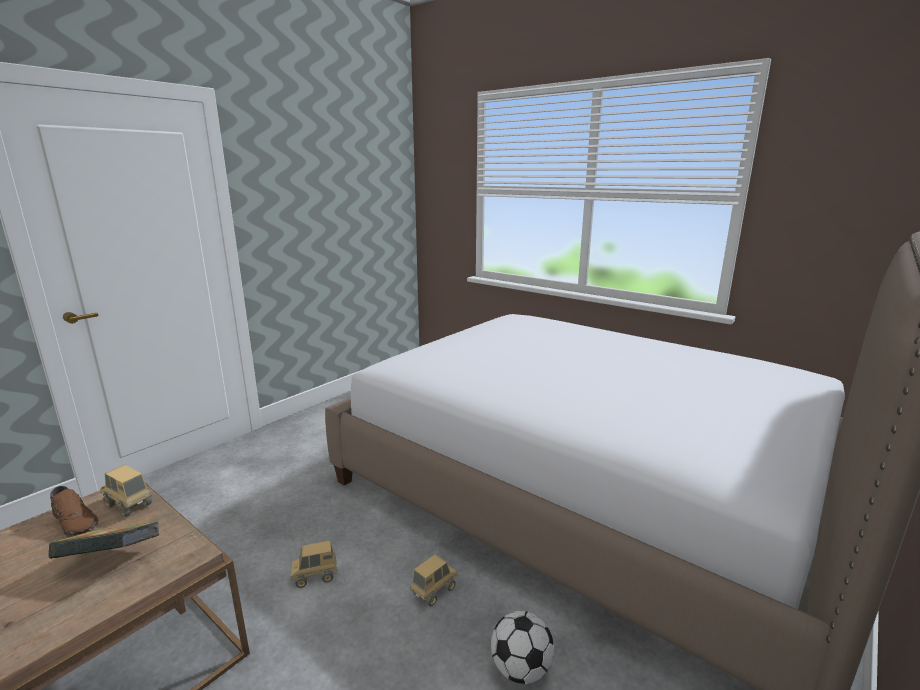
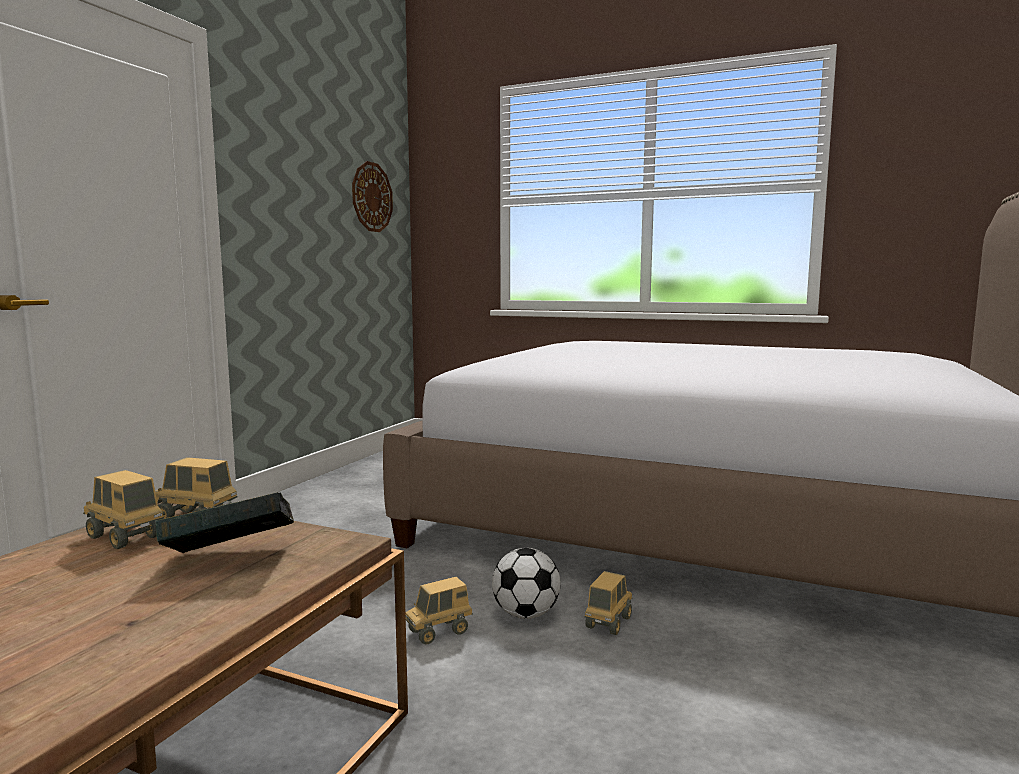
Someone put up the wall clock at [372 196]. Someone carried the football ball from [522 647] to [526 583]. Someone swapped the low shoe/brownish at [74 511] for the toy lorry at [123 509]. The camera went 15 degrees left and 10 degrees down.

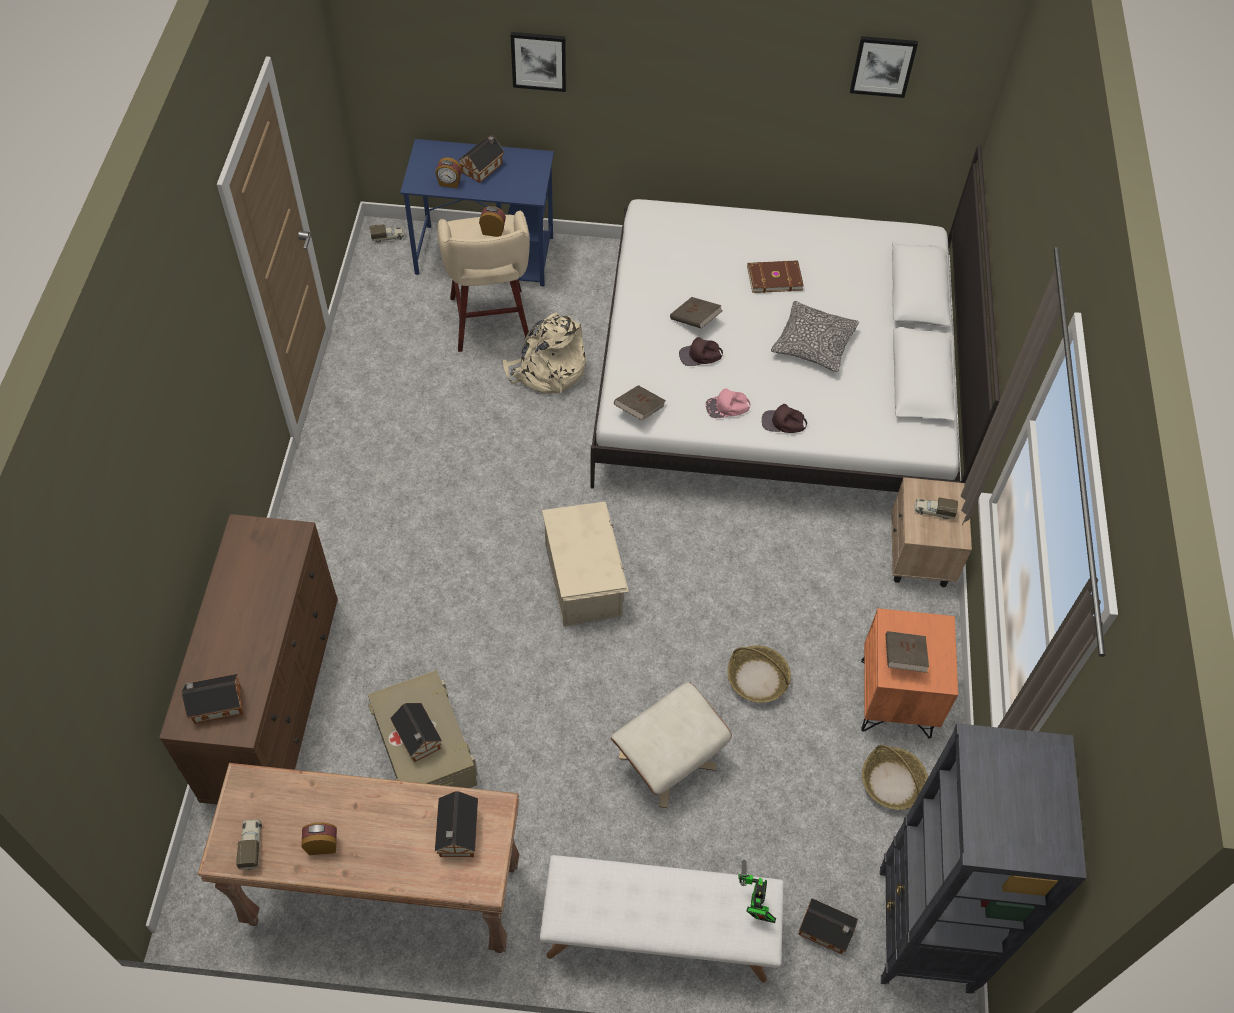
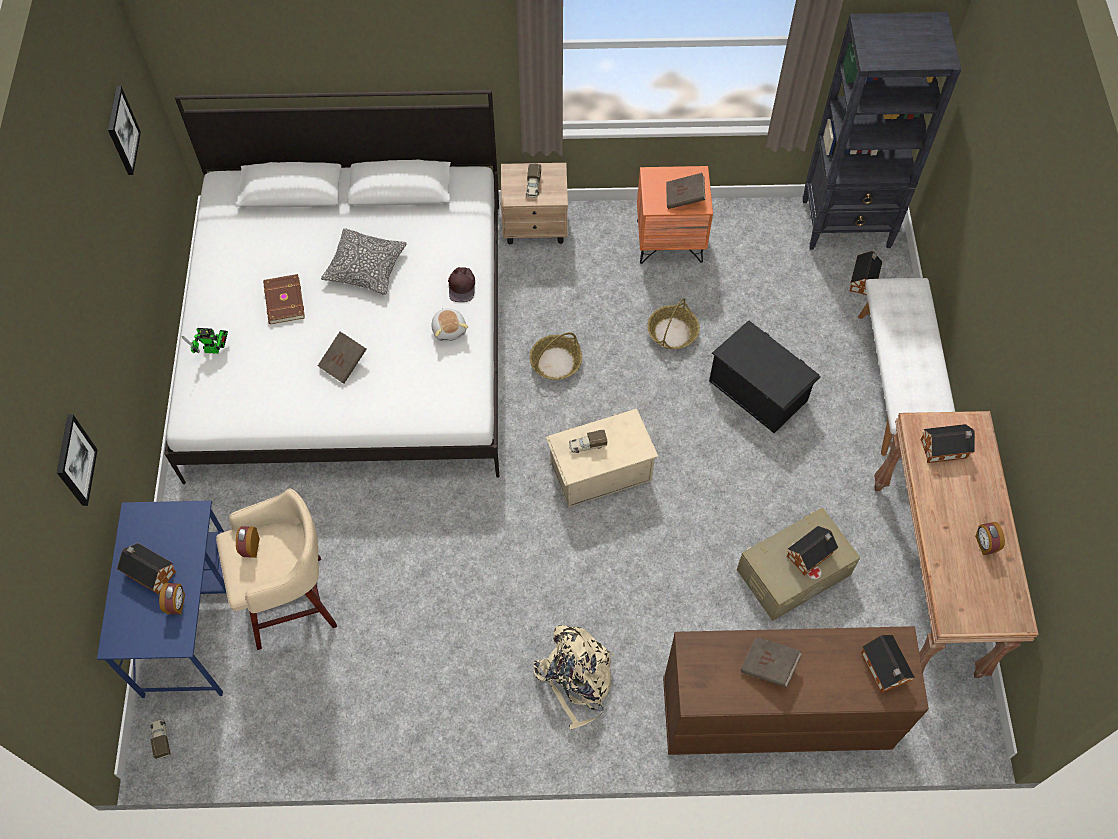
Someone took away the baseball cap/brownish at [701 351]. Someone carried the toy lorry from [249 844] to [588 441]. Someone carried the knapsack/sand-coloured from [544 353] to [574 677]. Someone carried the bound book/brownish from [640 403] to [771 662]. Someone carried the model robot from [757 891] to [205 341]. Someone carried the storage basket from [895 777] to [556 356]. Someone swapped the ottoman/sand-coloured at [671 745] for the storage box/black at [765 377]. Someone swapped the baseball cap/pinkish at [728 403] for the cuddly toy at [449 325]. The camera went 95 degrees left and 5 degrees up.

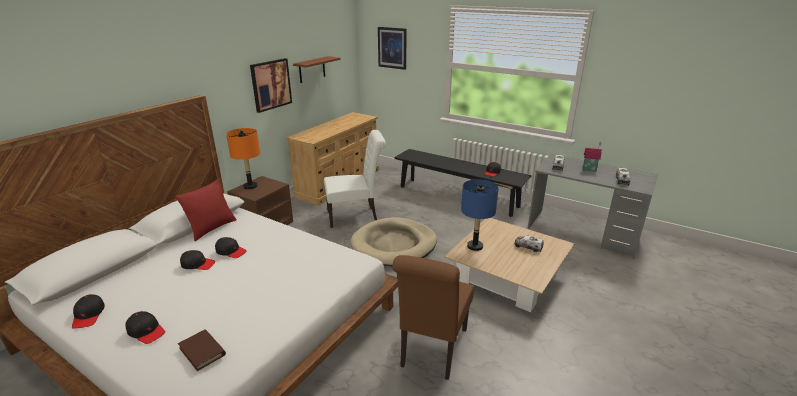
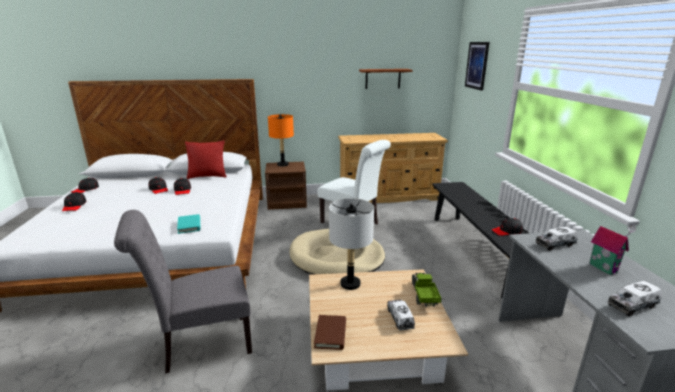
Someone took away the wall picture at [271 85]. Someone put down the bound book/turquoise at [188 224]. Someone put down the toy lorry at [426 290]. Someone carried the bound book/brownish from [202 350] to [330 332]. Someone repainted the upright chair/brownish at [433 317], which became the upright chair/greyish at [183 292]. Someone repainted the table lamp/blue-coloured at [480 215], which became the table lamp/greyish at [351 244]. The camera went 50 degrees right and 5 degrees down.

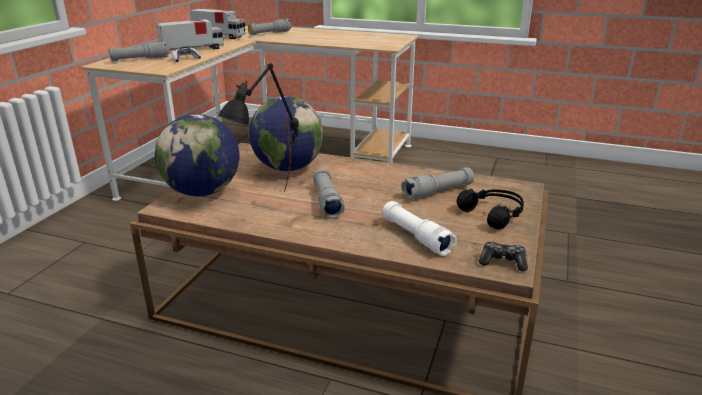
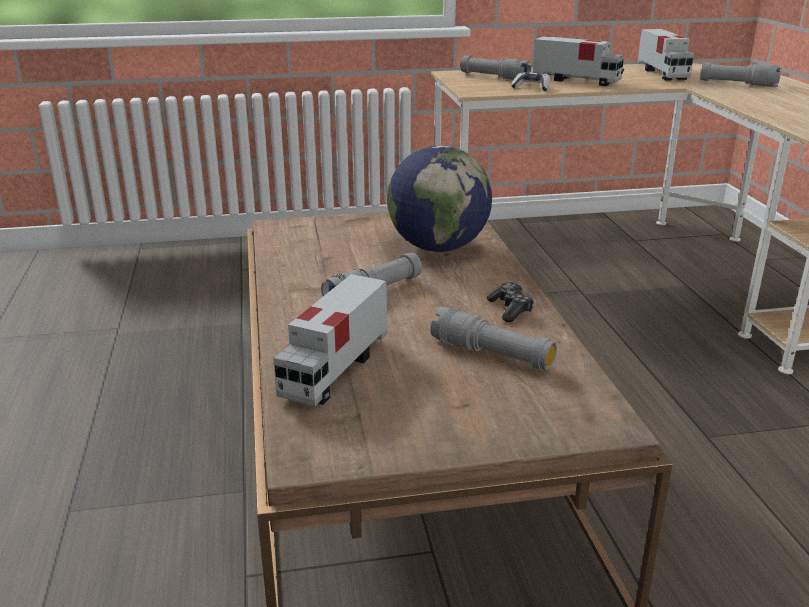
Someone took away the globe at [197 155]. Someone took away the table lamp/black at [258 127]. Someone took away the headphones/black at [490 209]. Someone carried the gamepad from [503 256] to [510 302]. Someone swapped the flashlight/white at [419 228] for the toy lorry at [330 340]. The camera went 60 degrees right and 0 degrees up.

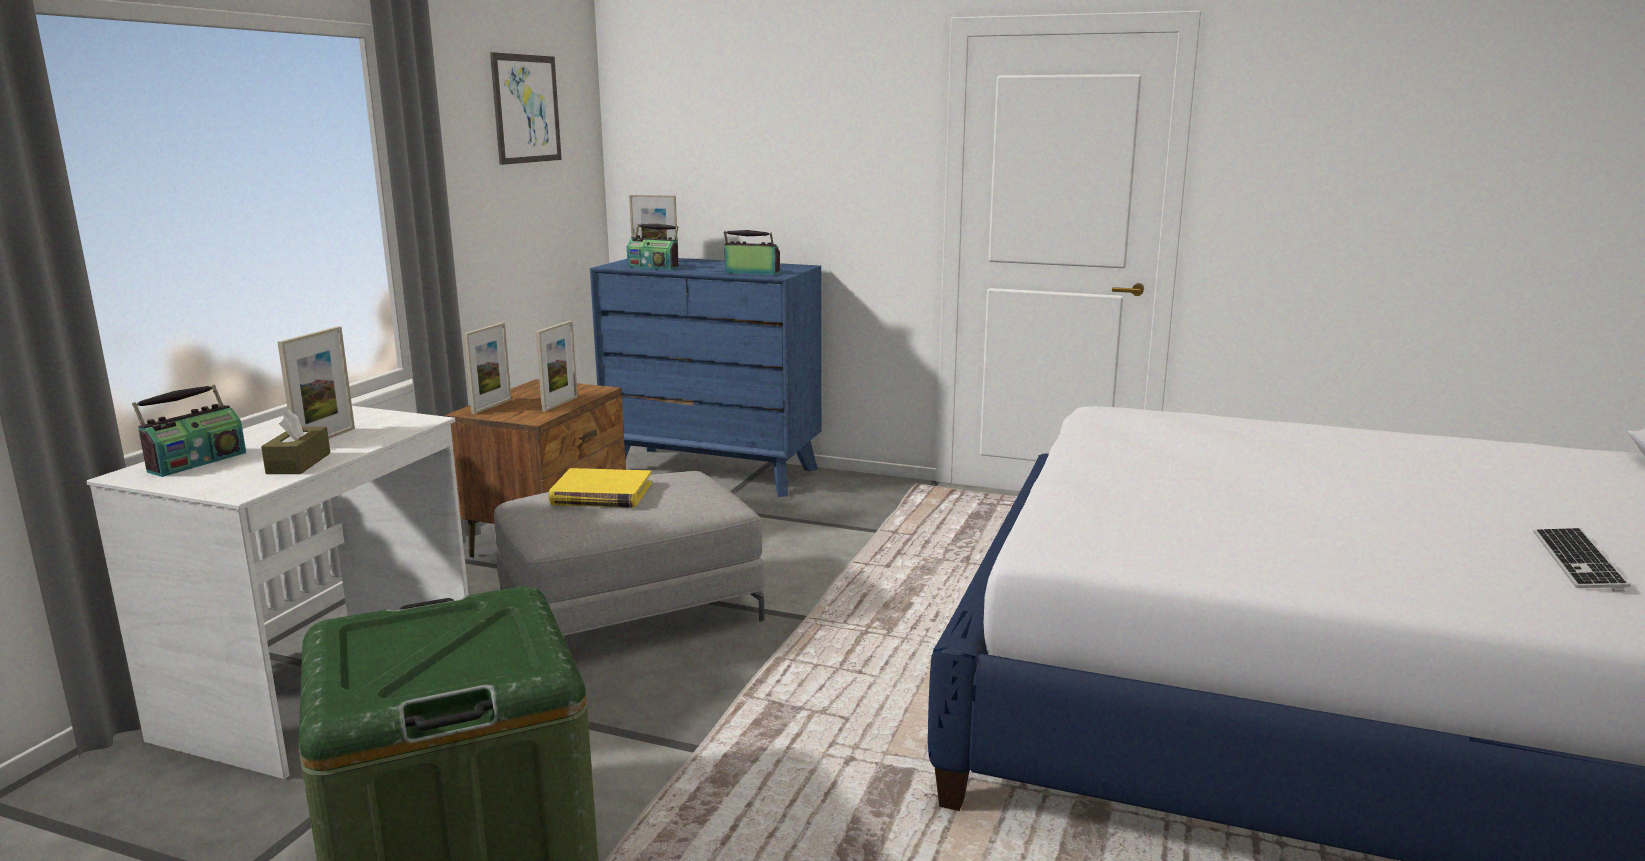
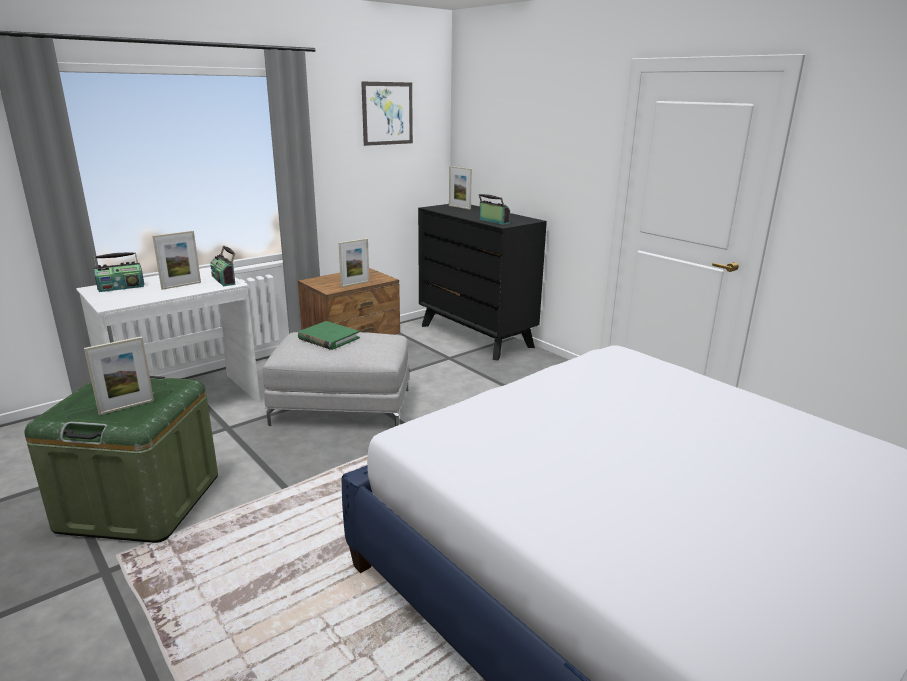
Someone took away the tissue holder/brownish at [295 441]. Someone took away the computer keyboard at [1582 559]. Someone carried the picture frame from [487 368] to [119 375]. Someone carried the radio set from [653 247] to [223 265]. Someone repainted the bound book/yellow-coloured at [600 488], which became the bound book/green at [329 335]. Someone repainted the dresser/blue-coloured at [705 377], which became the dresser/black at [482 282]. The camera went 30 degrees right and 5 degrees up.

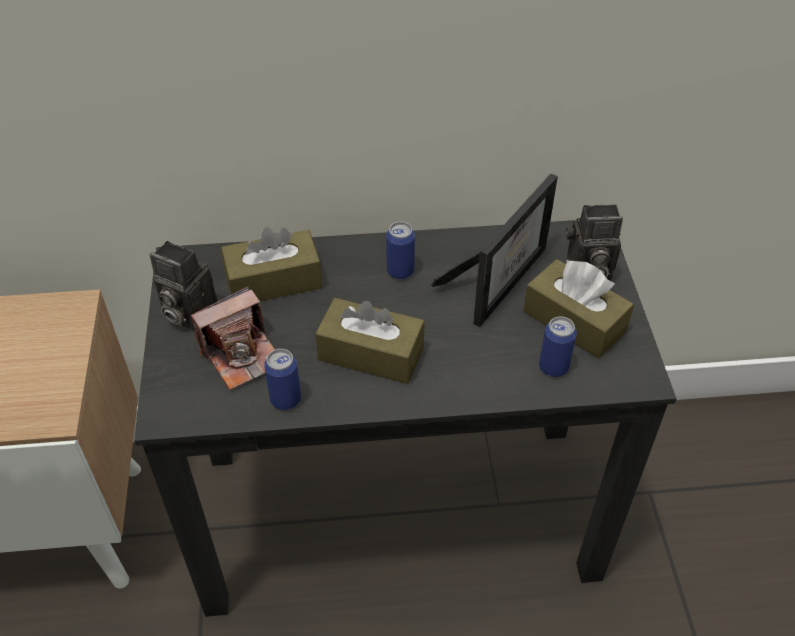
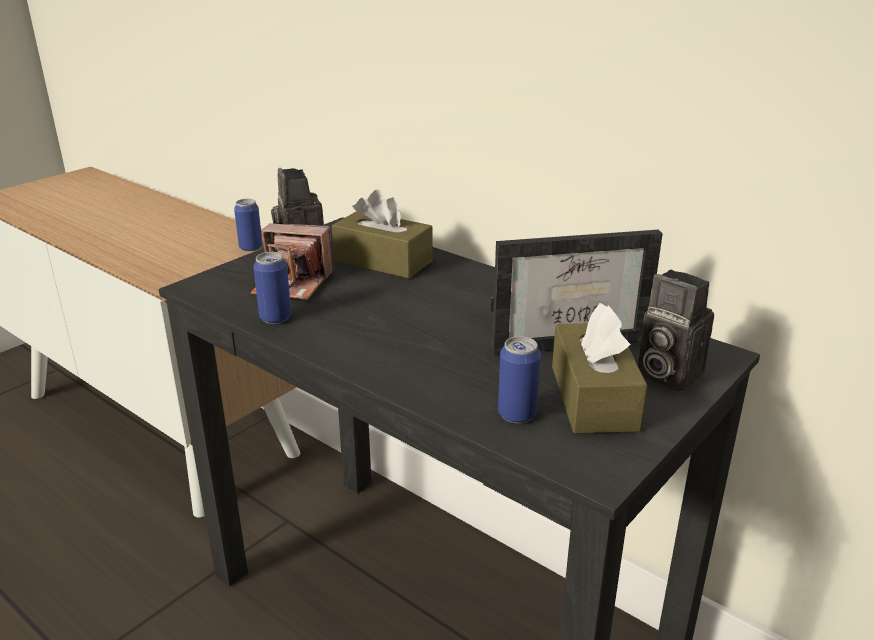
Someone took away the tissue holder/brownish at [370 341]. Someone carried the sealed can from [400 250] to [248 225]. The camera went 45 degrees right and 20 degrees down.

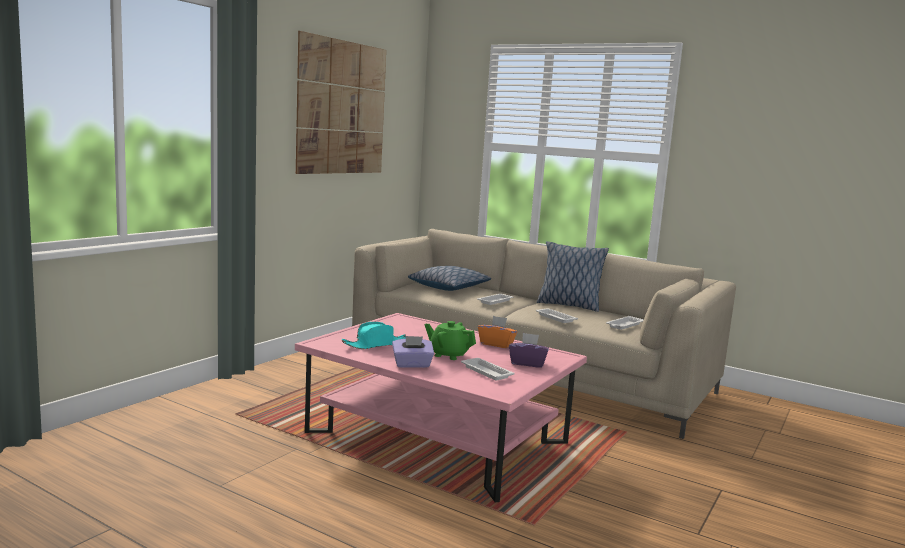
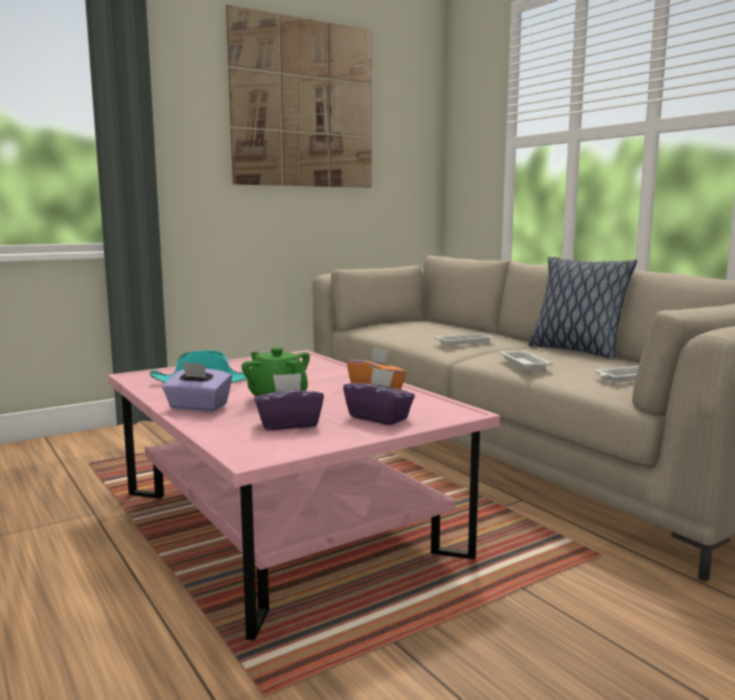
Someone took away the cushion at [449 278]. Someone swapped the carrying tray/white at [488 369] for the tissue holder/purple at [289 401]. The camera went 25 degrees right and 0 degrees up.

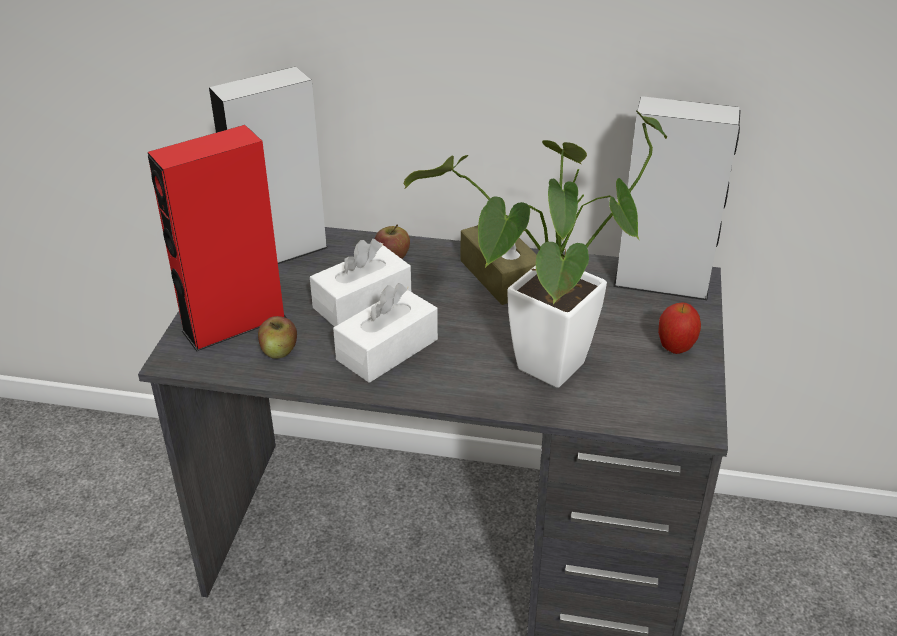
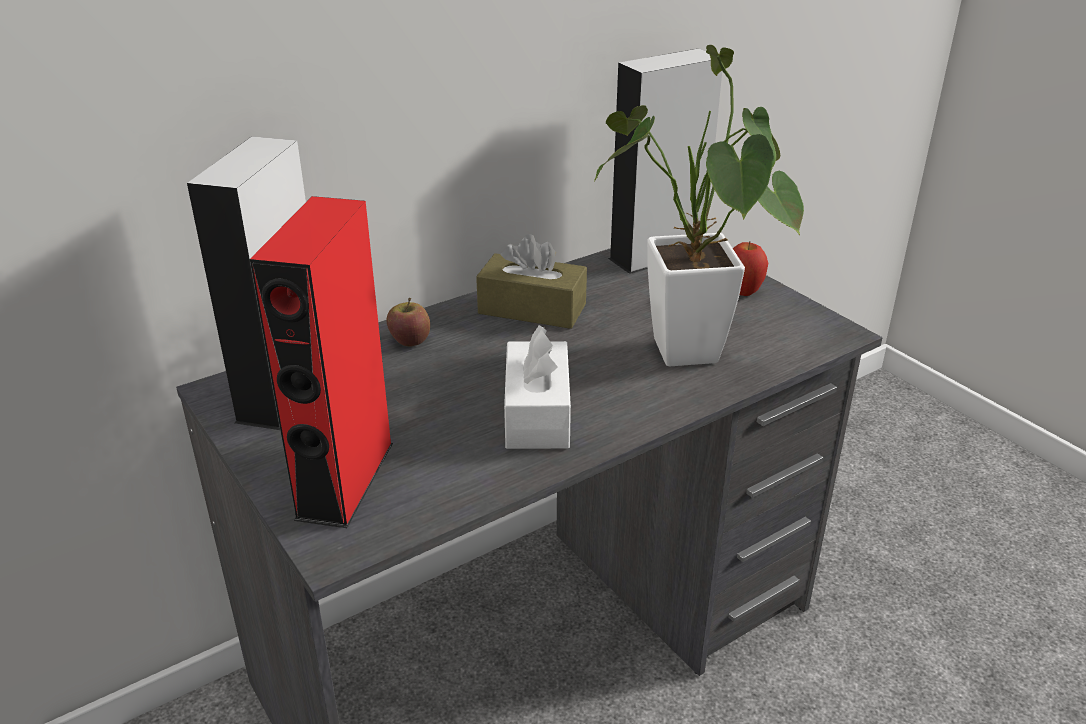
Someone took away the whole apple at [277 337]. Someone took away the tissue holder/white at [360 283]. The camera went 45 degrees left and 5 degrees down.

